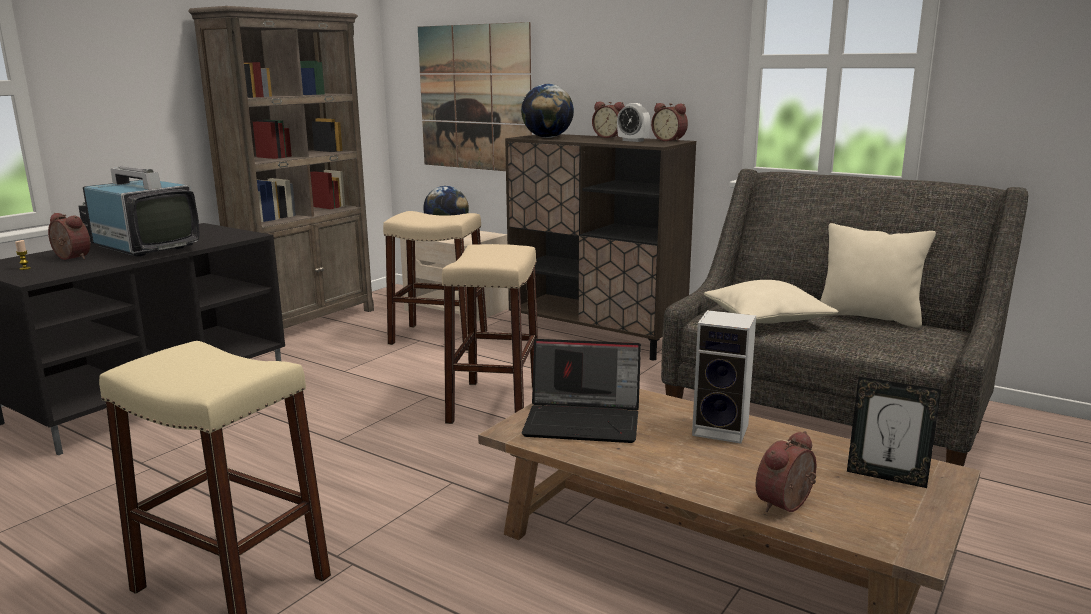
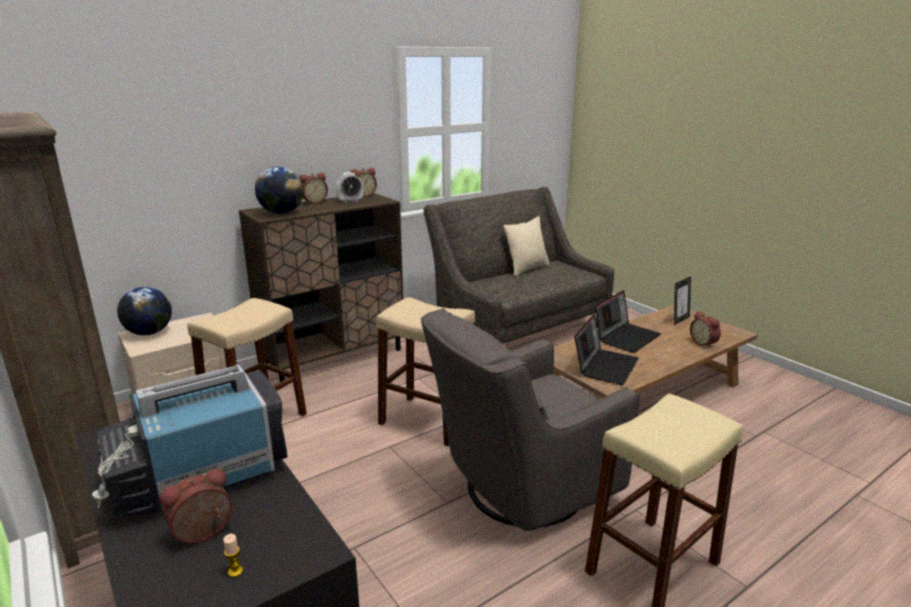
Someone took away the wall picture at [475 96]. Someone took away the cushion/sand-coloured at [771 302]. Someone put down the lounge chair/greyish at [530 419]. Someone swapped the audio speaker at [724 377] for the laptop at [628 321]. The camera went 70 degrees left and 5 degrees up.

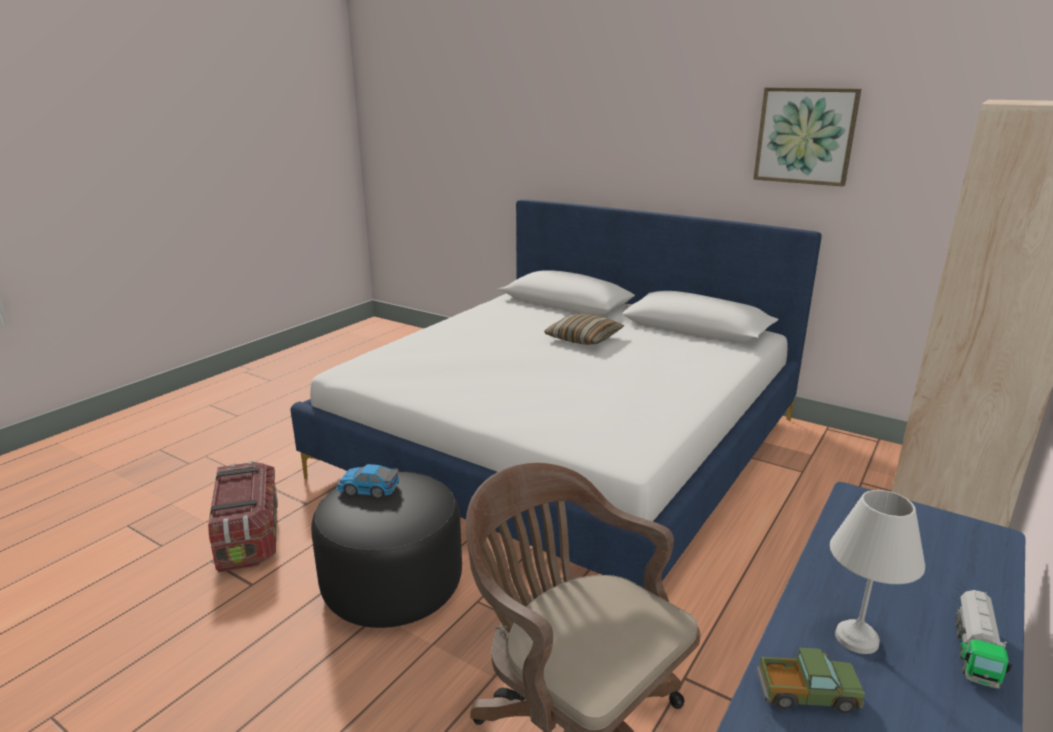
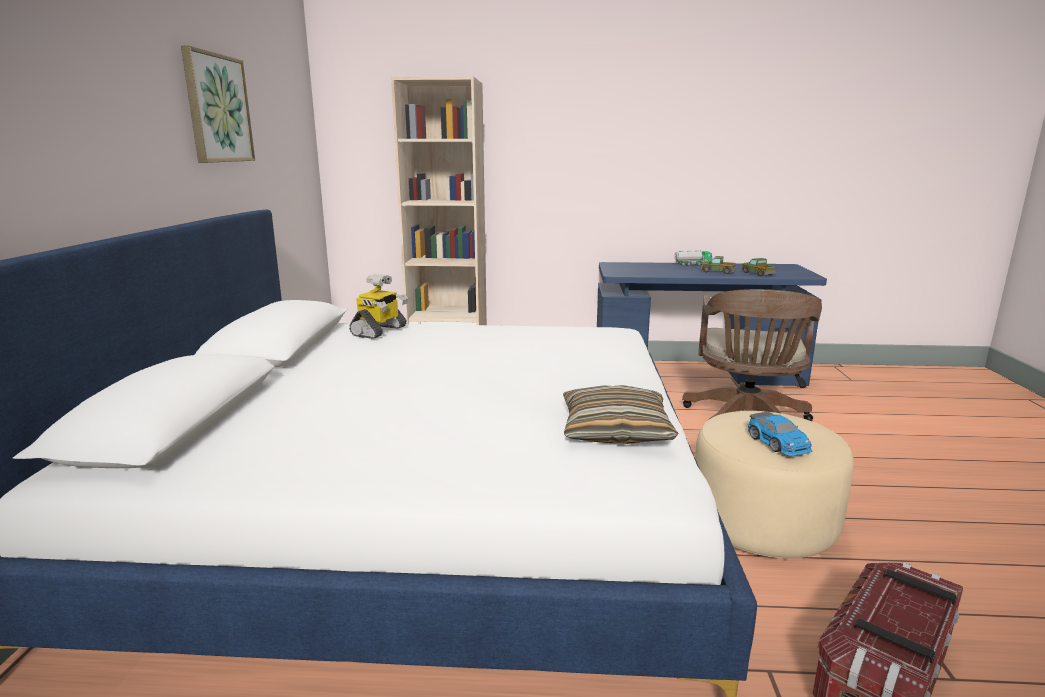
Someone put down the model robot at [378 306]. Someone carried the cushion from [584 329] to [621 414]. Someone swapped the table lamp/white at [877 572] for the toy lorry at [718 265]. Someone repainted the ottoman/black at [386 549], which became the ottoman/sand-coloured at [774 485]. The camera went 120 degrees left and 5 degrees down.

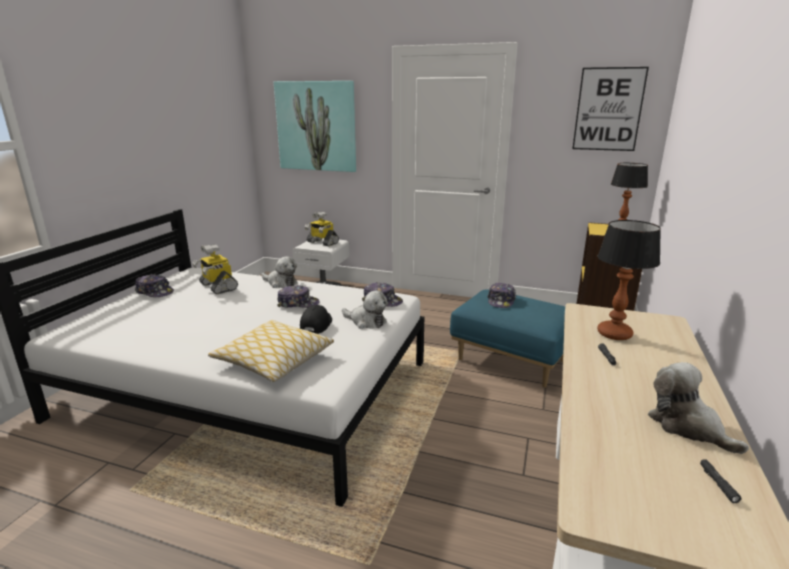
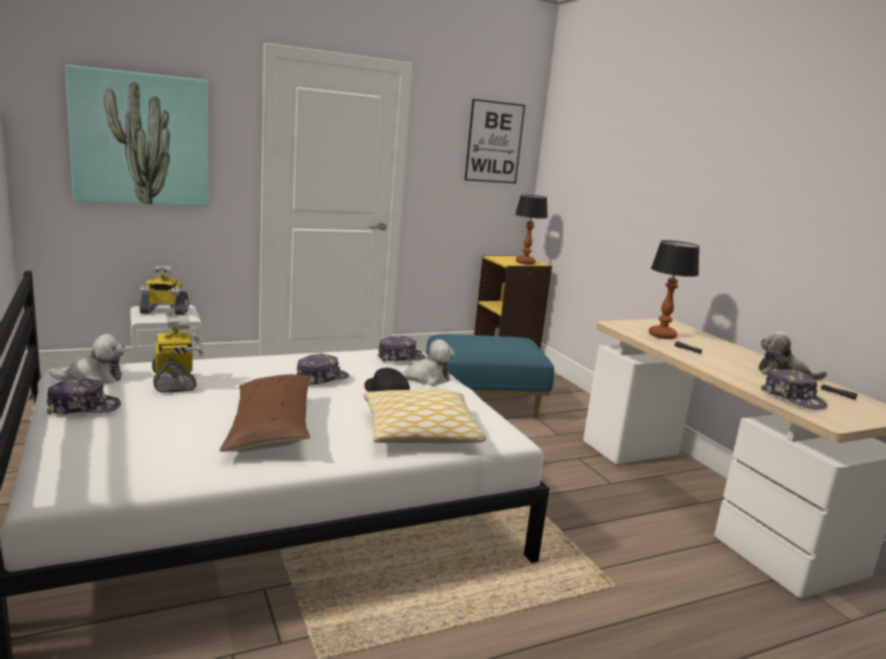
Someone put down the cushion/brownish at [266 413]. Someone carried the cuddly toy from [279 272] to [87 359]. Someone carried the baseball cap from [502 295] to [794 389]. Someone rotated the model robot at [215 269] by 120 degrees counterclockwise. The camera went 45 degrees left and 5 degrees down.

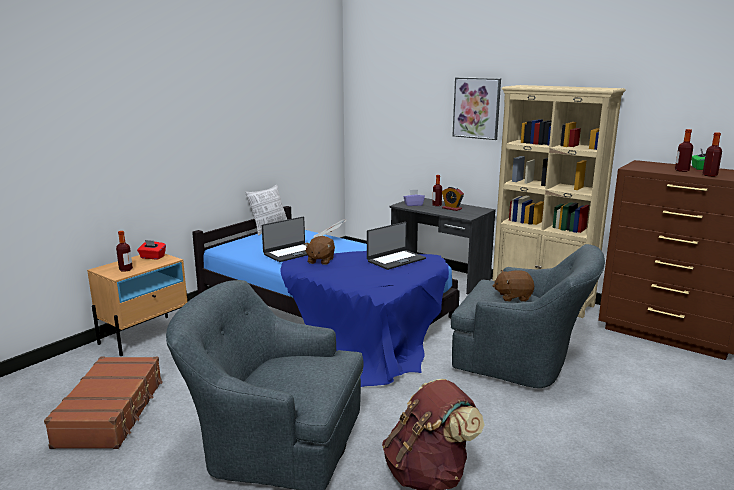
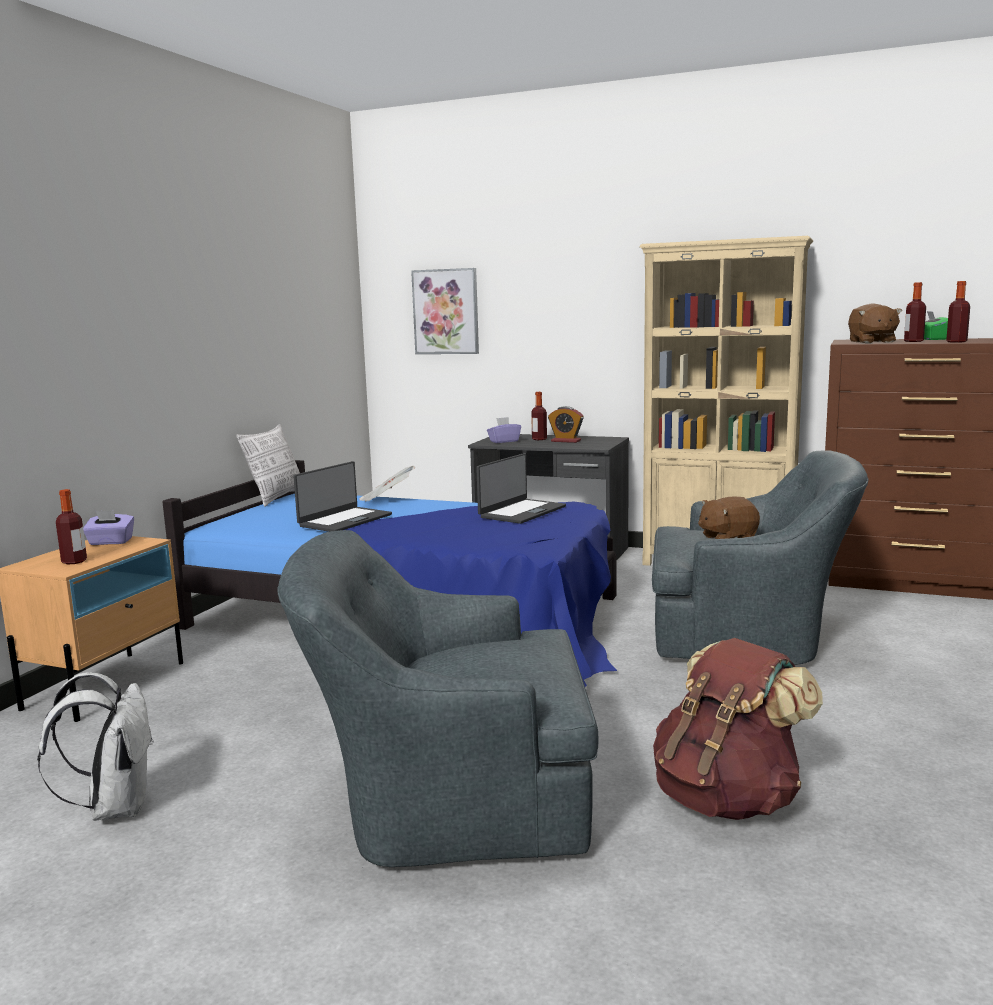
Someone carried the cuddly toy/brownish from [319 250] to [875 323]. Someone carried the wall picture from [476 108] to [445 311]. Someone swapped the travel case/brownish at [103 403] for the knapsack/white at [95 746]. Someone repainted the tissue holder/reddish at [151 249], which became the tissue holder/purple at [108 527]. The camera went 15 degrees left and 5 degrees down.

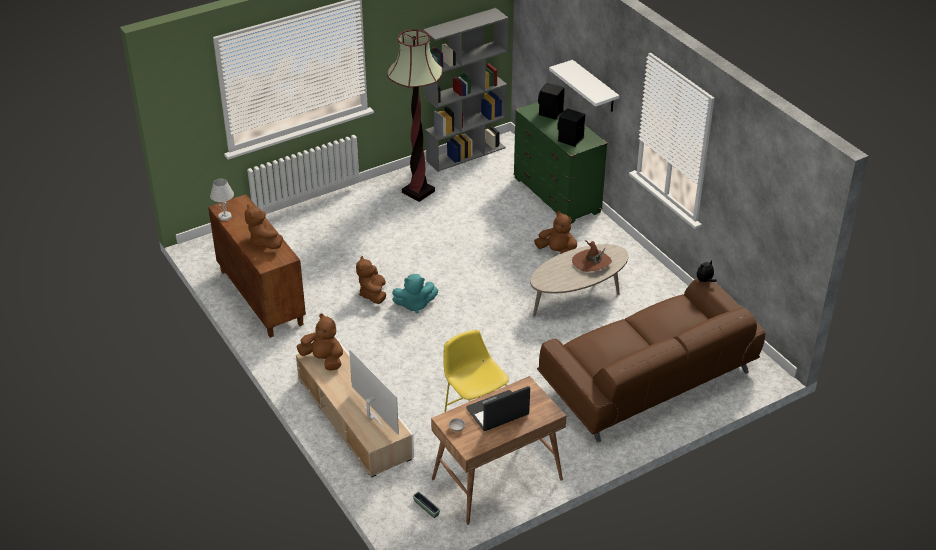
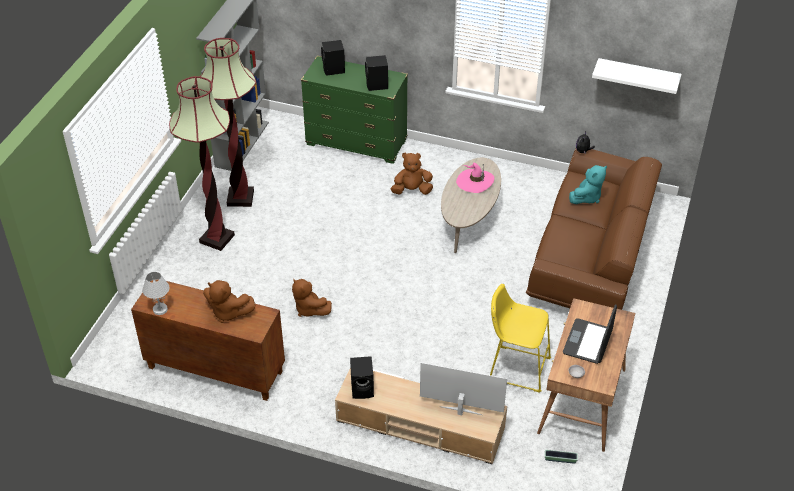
Someone put down the standing lamp at [202 163]. Someone carried the cuddly toy/turquoise from [415 294] to [588 184]. Someone carried the shelf/white from [584 86] to [637 76]. Someone swapped the cuddly toy/brownish at [320 342] for the audio speaker/black at [362 377]. Someone repainted the wearable hat/brownish at [592 256], which became the wearable hat/pinkish at [475 177]. The camera went 40 degrees left and 5 degrees up.

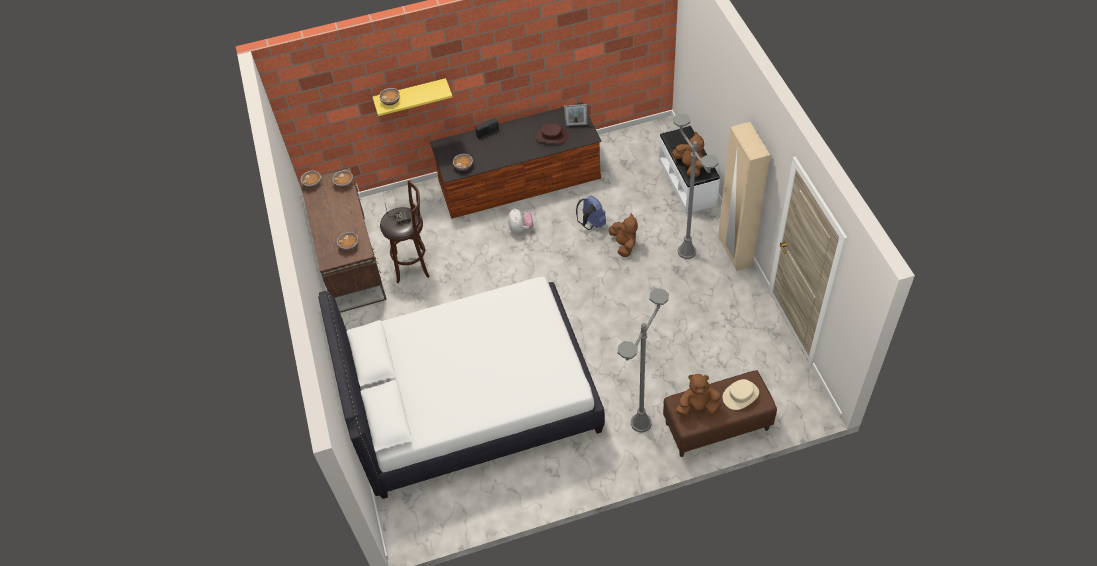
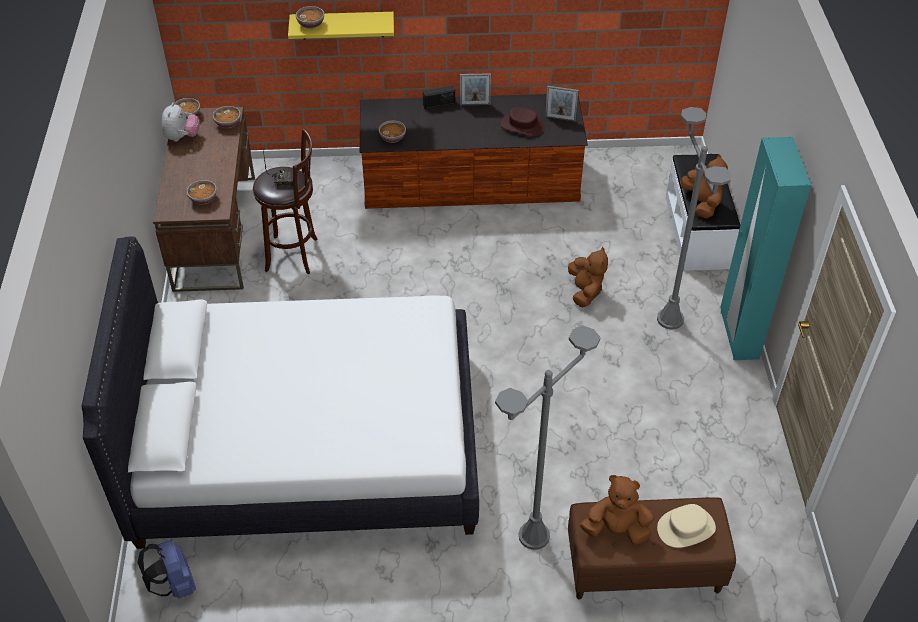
Someone put down the picture frame at [475 89]. Someone carried the cuddly toy from [520 220] to [181 122]. Someone carried the knapsack/blue-coloured from [591 213] to [166 570]. Someone repainted the clothes cupboard/sand-coloured at [744 196], which became the clothes cupboard/turquoise at [765 248]. The camera went 10 degrees right and 5 degrees down.

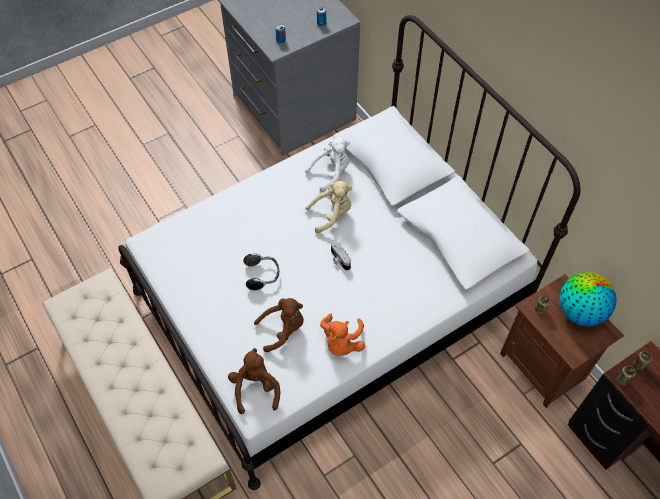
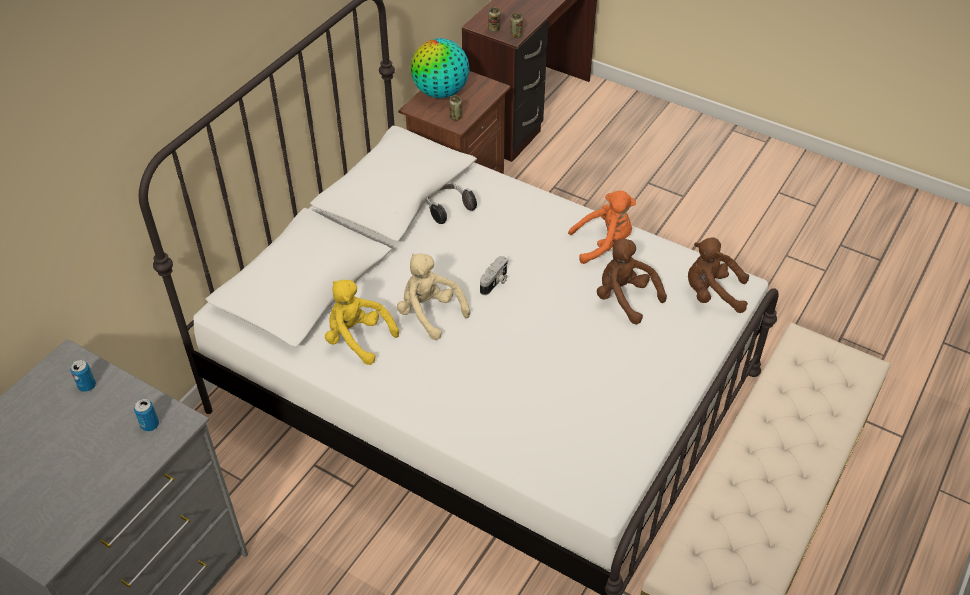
Someone carried the headphones from [261 271] to [451 204]. Someone repainted the cuddly toy/white at [327 164], which became the cuddly toy/yellow-coloured at [362 322]. Someone rotated the cuddly toy/brownish at [254 381] by 45 degrees clockwise. The camera went 115 degrees left and 10 degrees down.

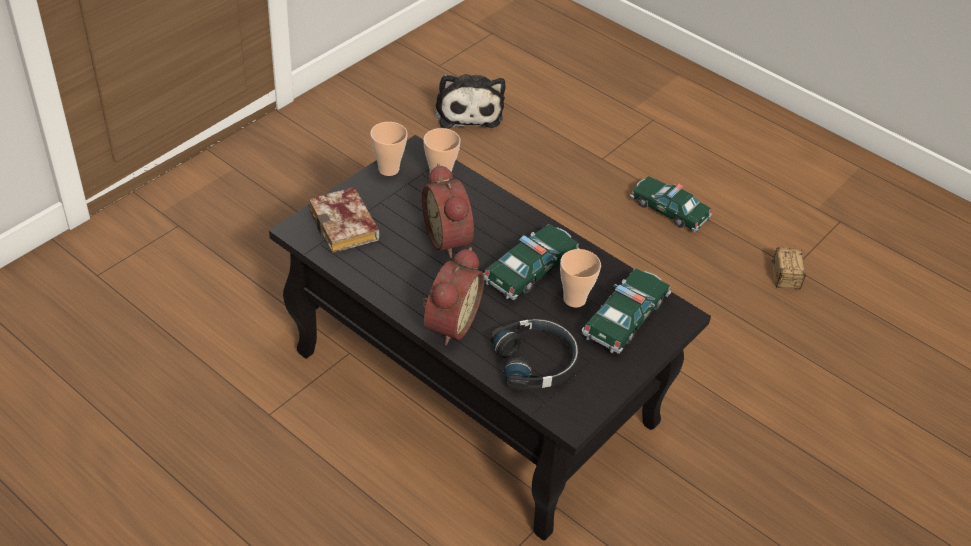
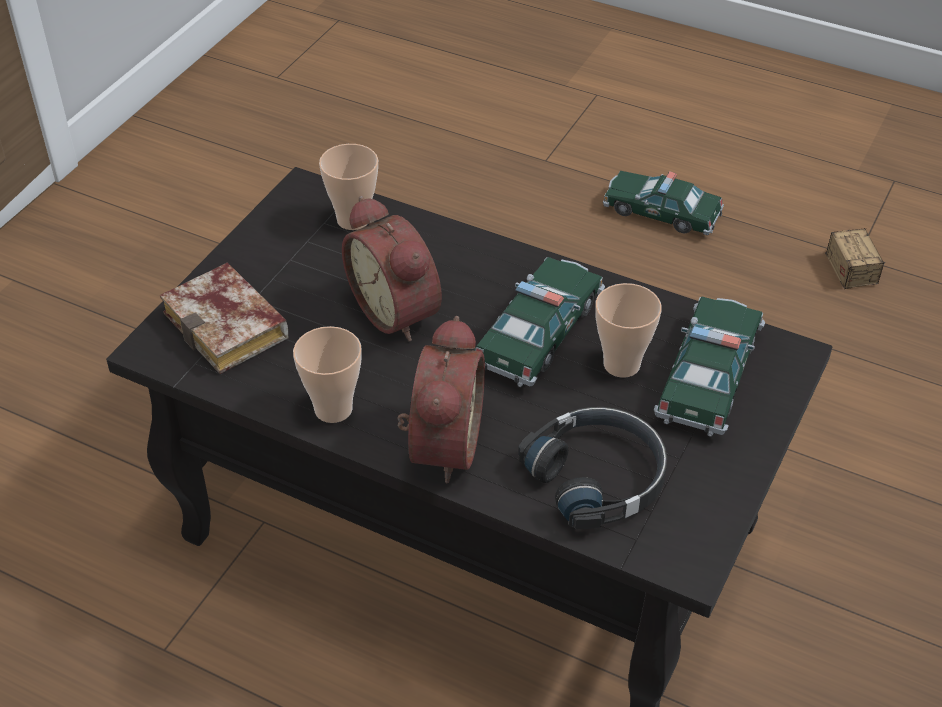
Someone took away the cuddly toy at [470 101]. Someone carried the drinking cup from [389 149] to [327 374]. The camera went 10 degrees left and 0 degrees up.

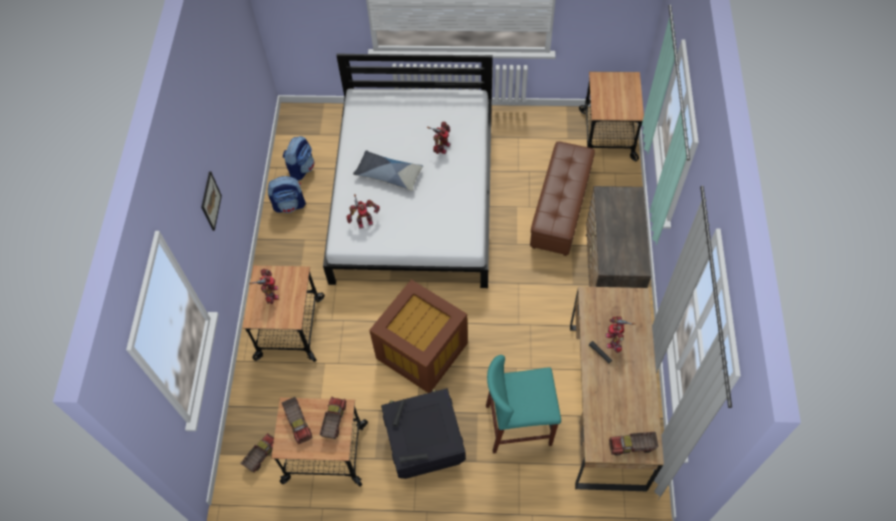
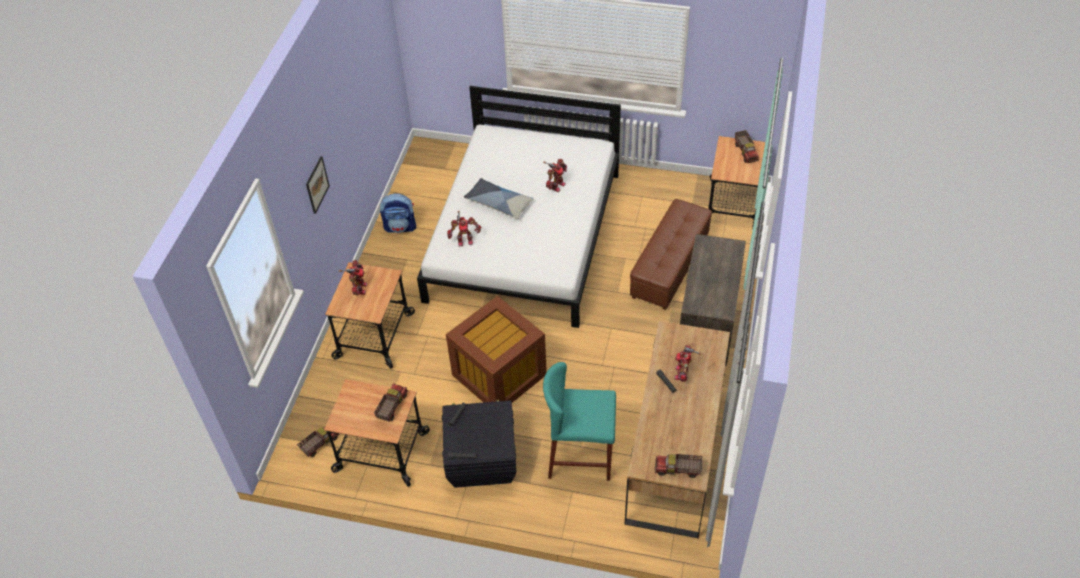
Someone took away the knapsack at [299 158]. Someone carried the toy lorry from [297 420] to [747 146]. The camera went 10 degrees right and 10 degrees down.

